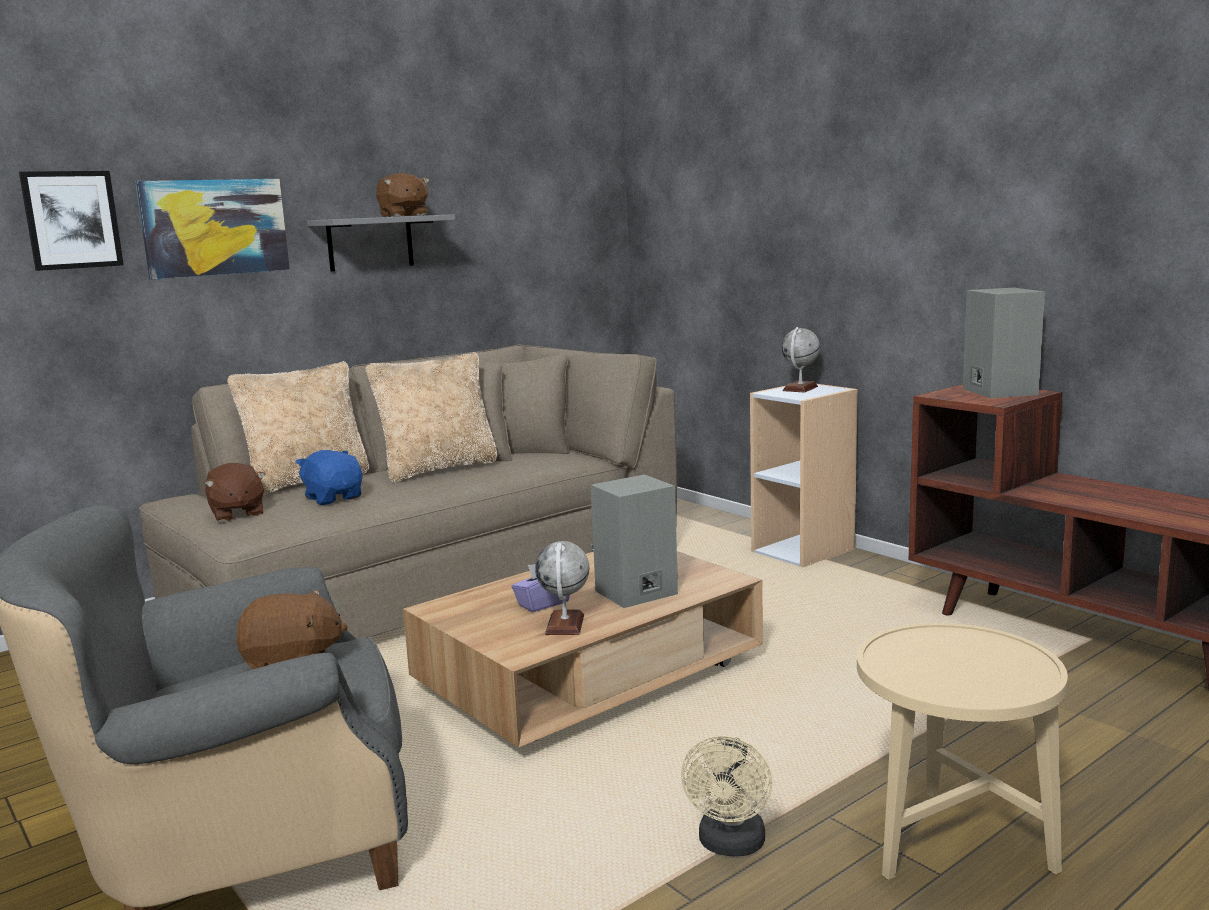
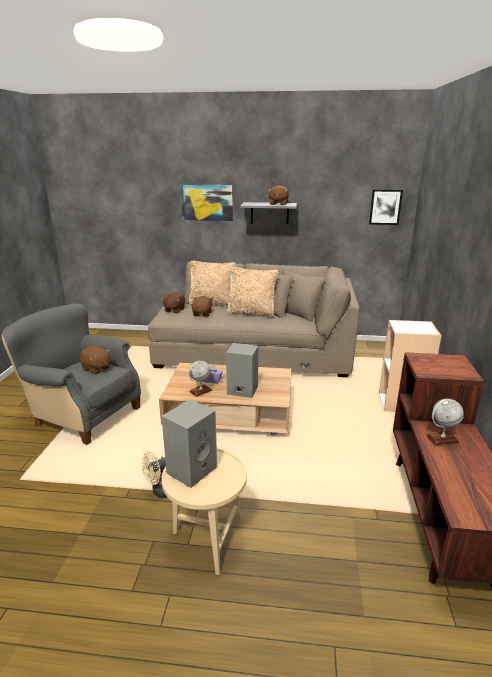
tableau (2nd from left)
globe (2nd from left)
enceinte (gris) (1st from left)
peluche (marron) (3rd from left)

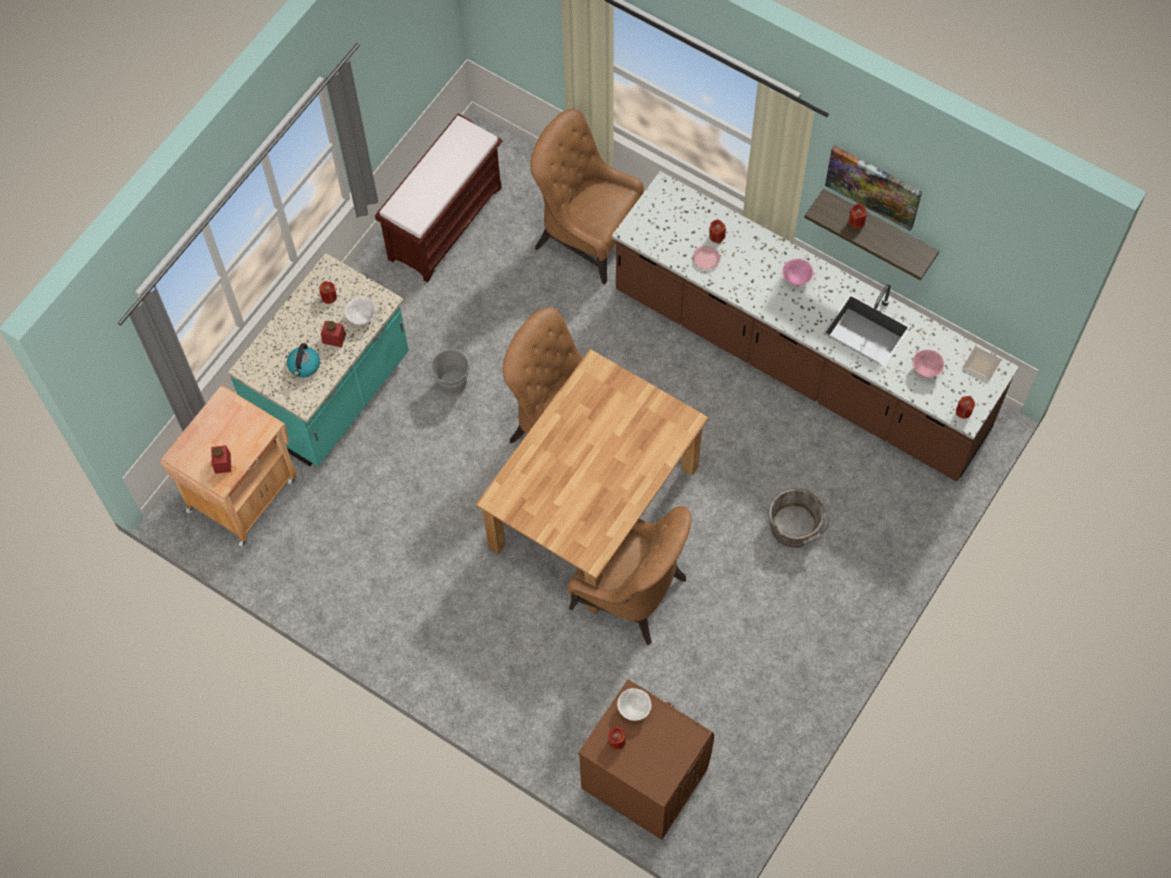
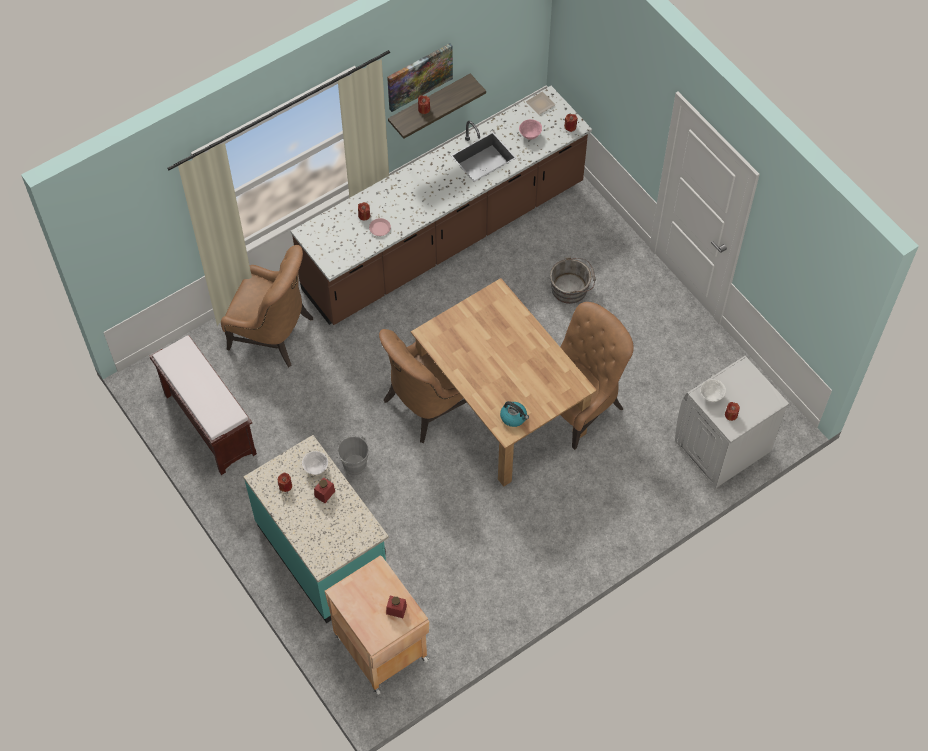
bol (rose) (1st from left in the first image)
bouilloire
lave-linge (blanc)
chaise (marron) (1st from left)

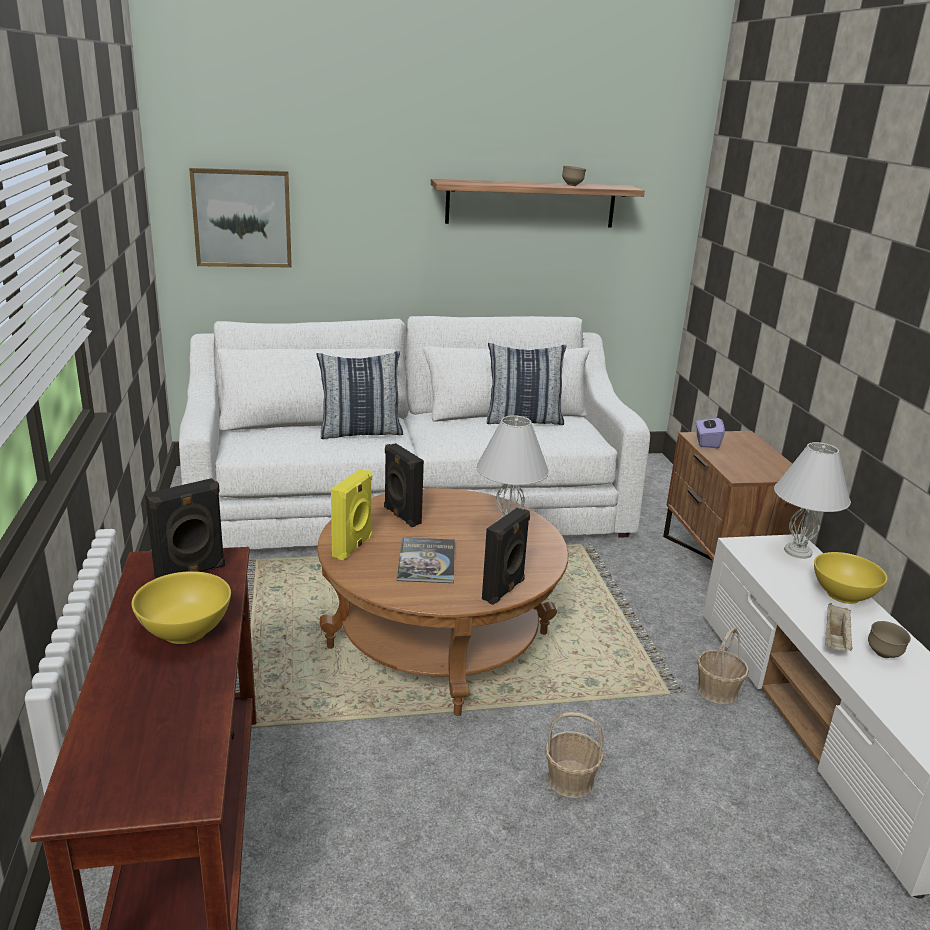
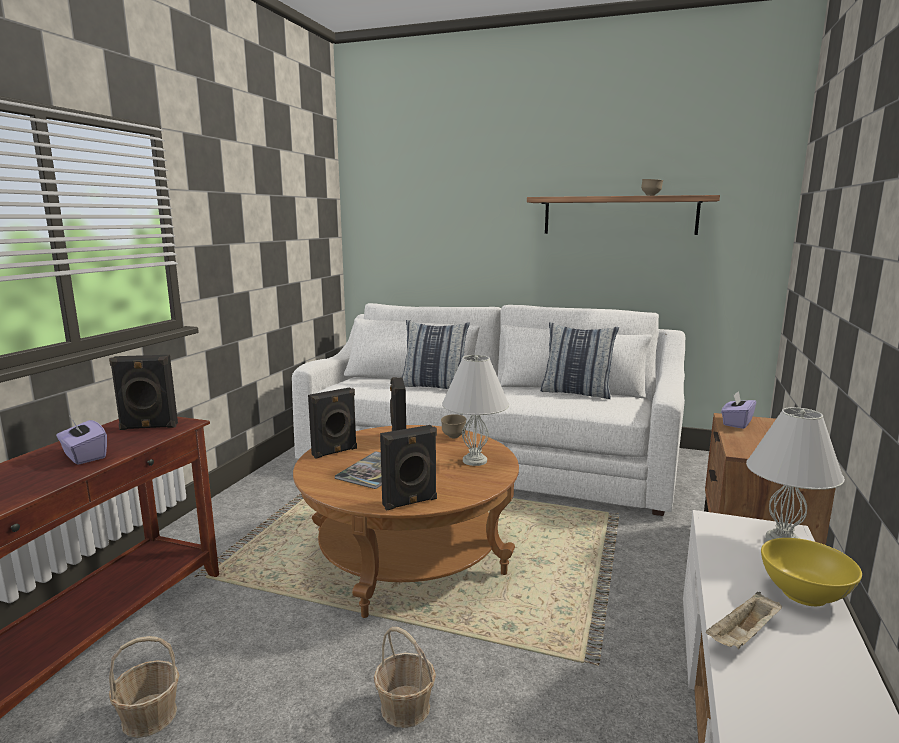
tableau
panier (1st from left)
bol (marron) (1st from left)
boîte à mouchoirs (violet) (1st from left)
enceinte (noir) (2nd from left)

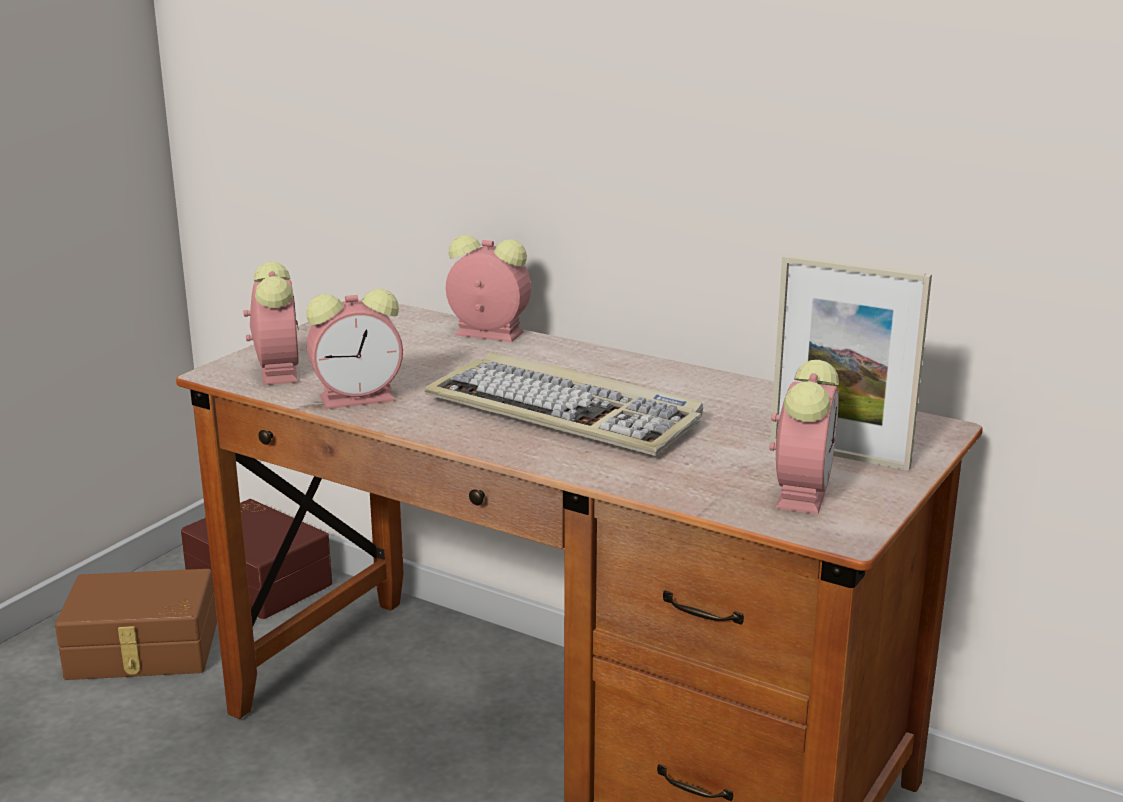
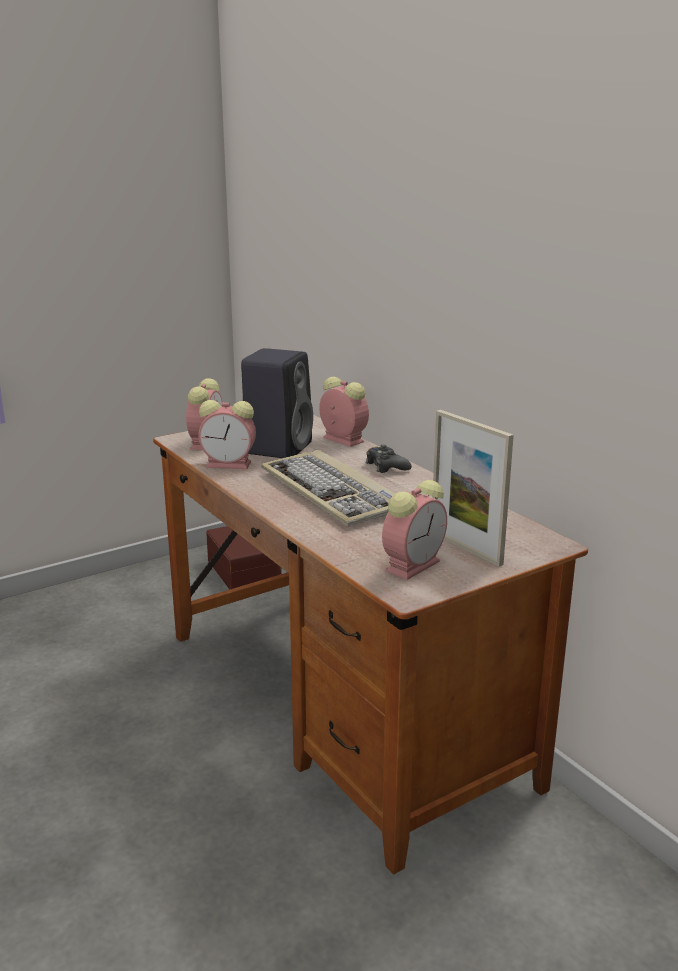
boîte de rangement (marron) (1st from left in the first image)
enceinte (noir)
manette (noir)

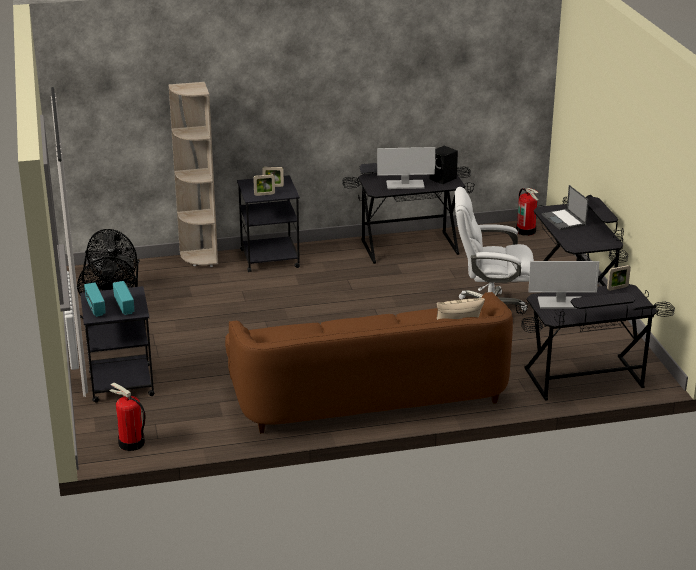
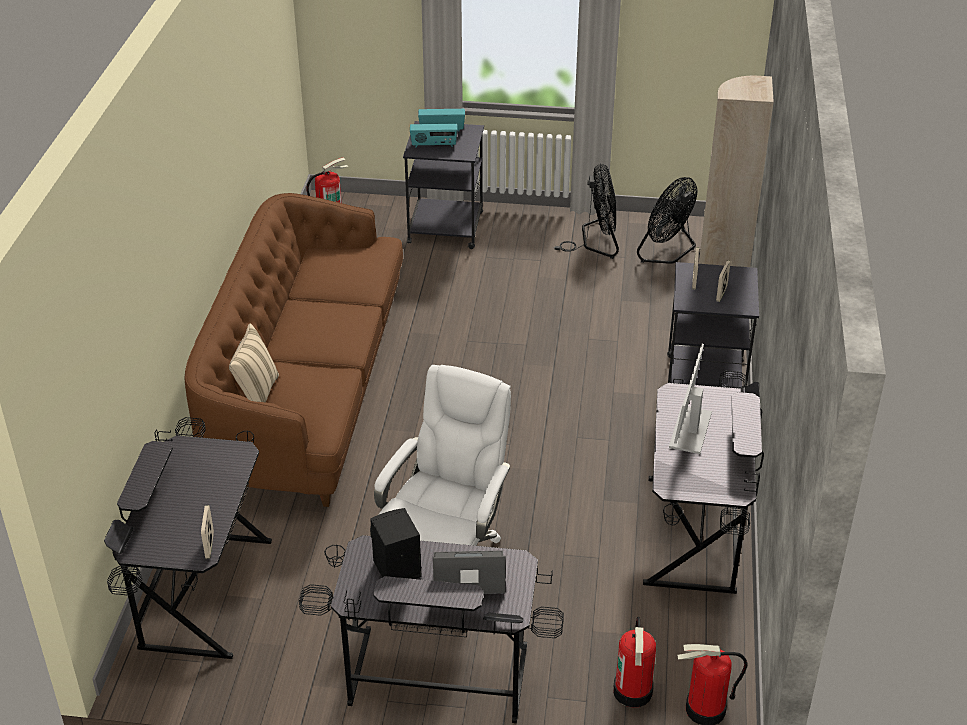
écran d'ordinateur (2nd from left in the first image)
extincteur (2nd from left)
enceinte (noir)

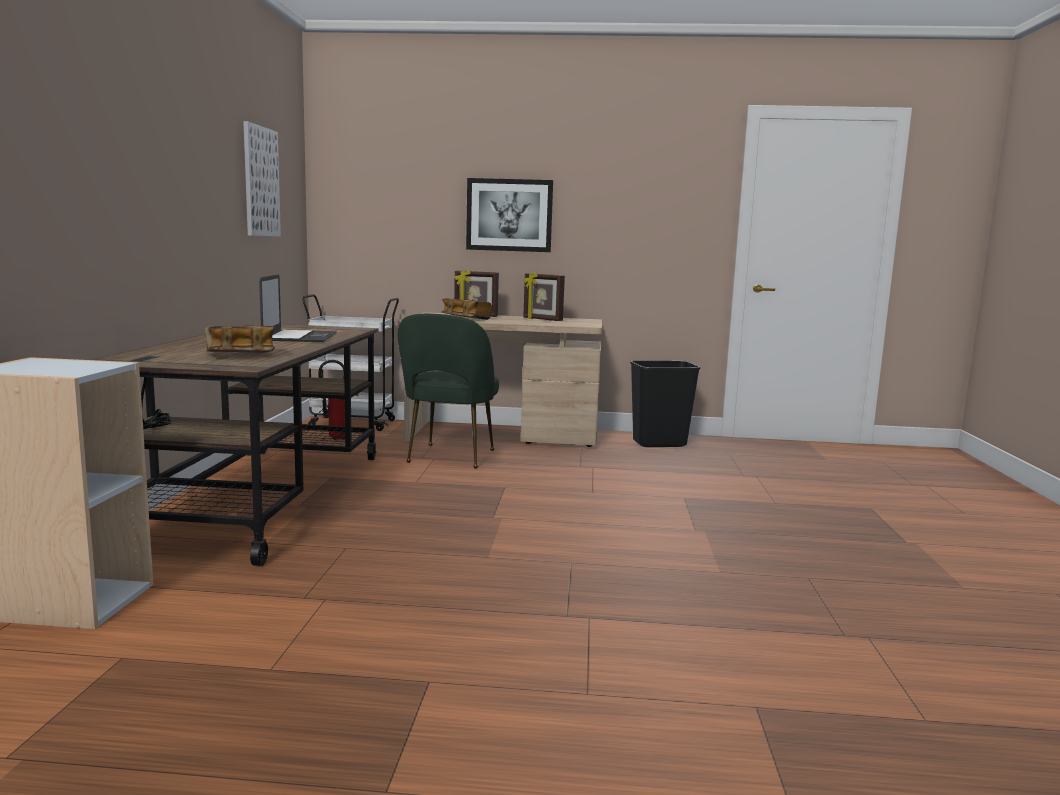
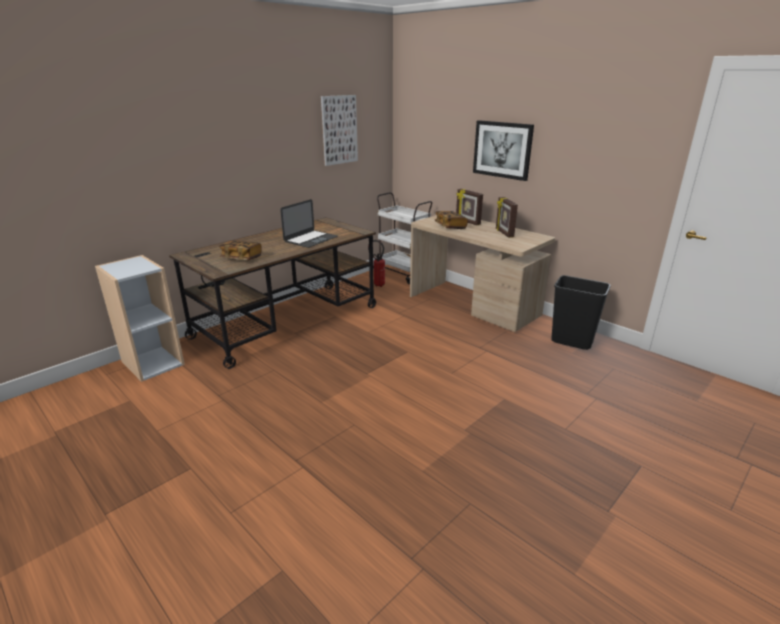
chaise (vert)

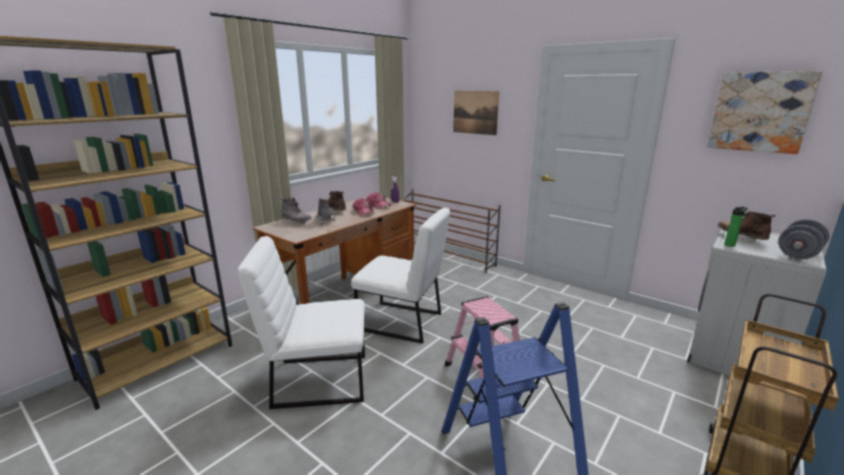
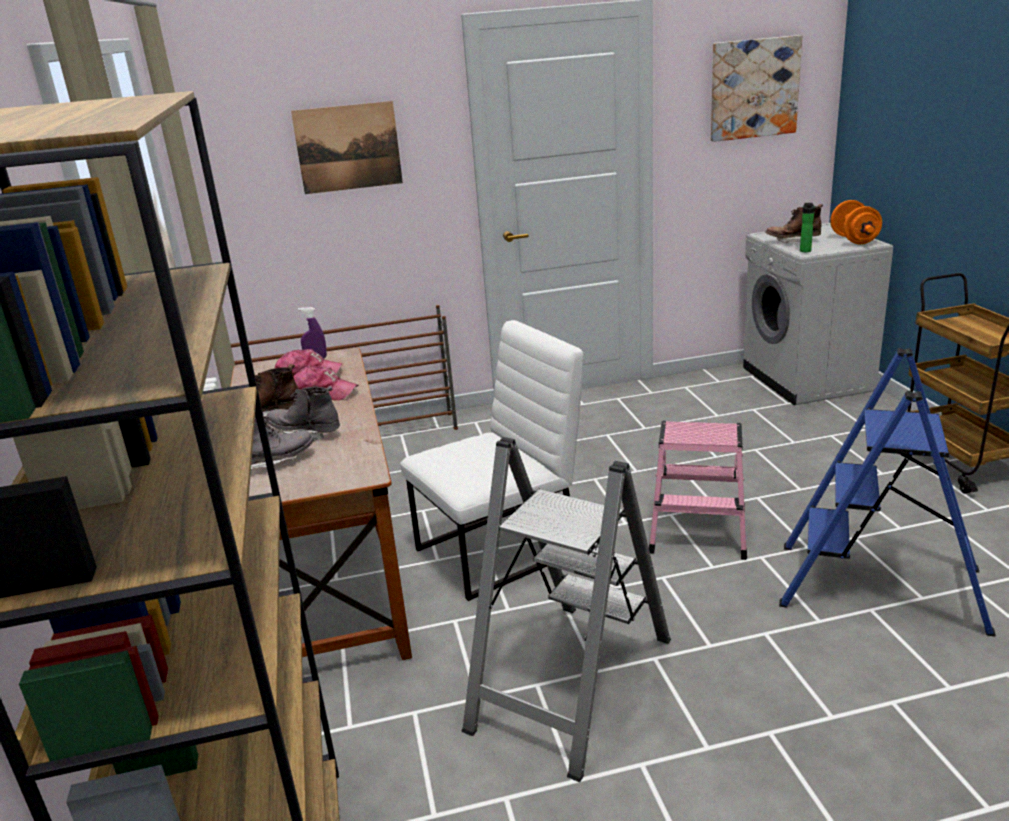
escabeau (gris)
haltère (orange)

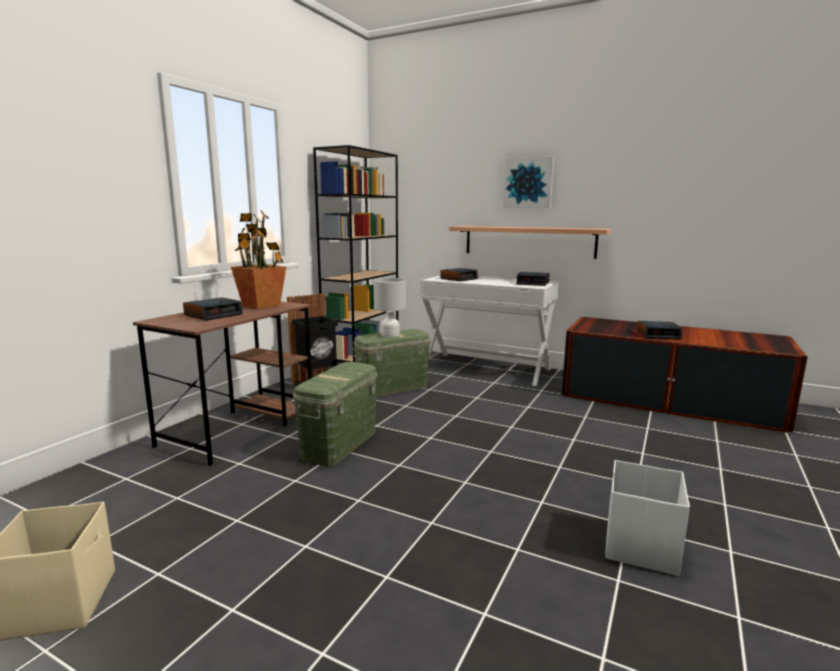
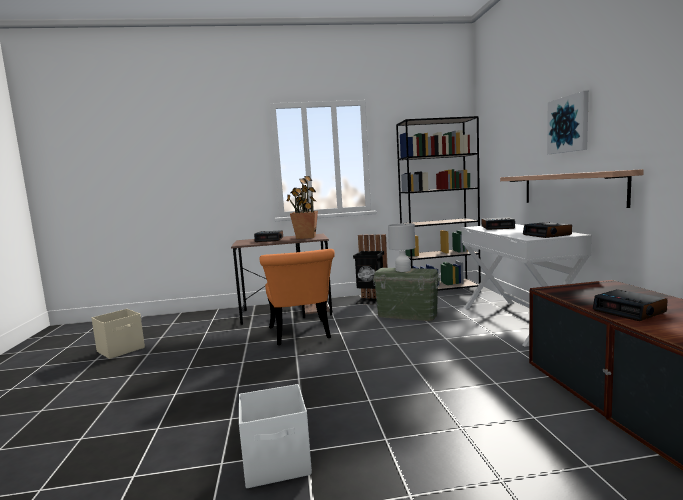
chaise (orange)

